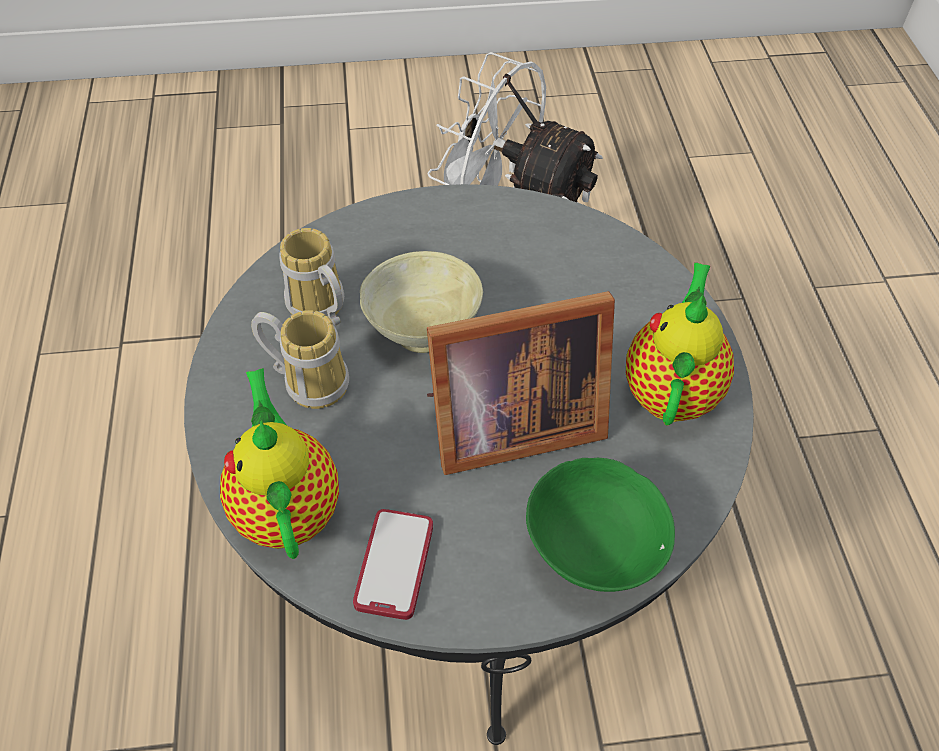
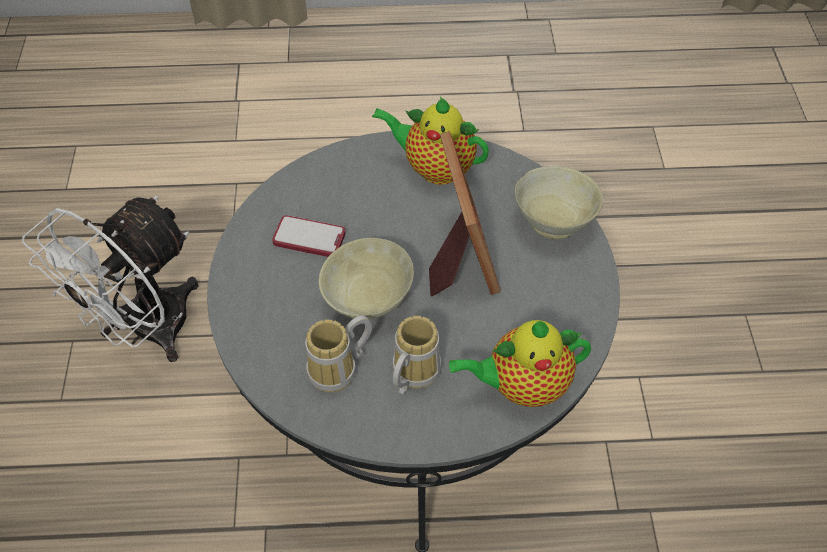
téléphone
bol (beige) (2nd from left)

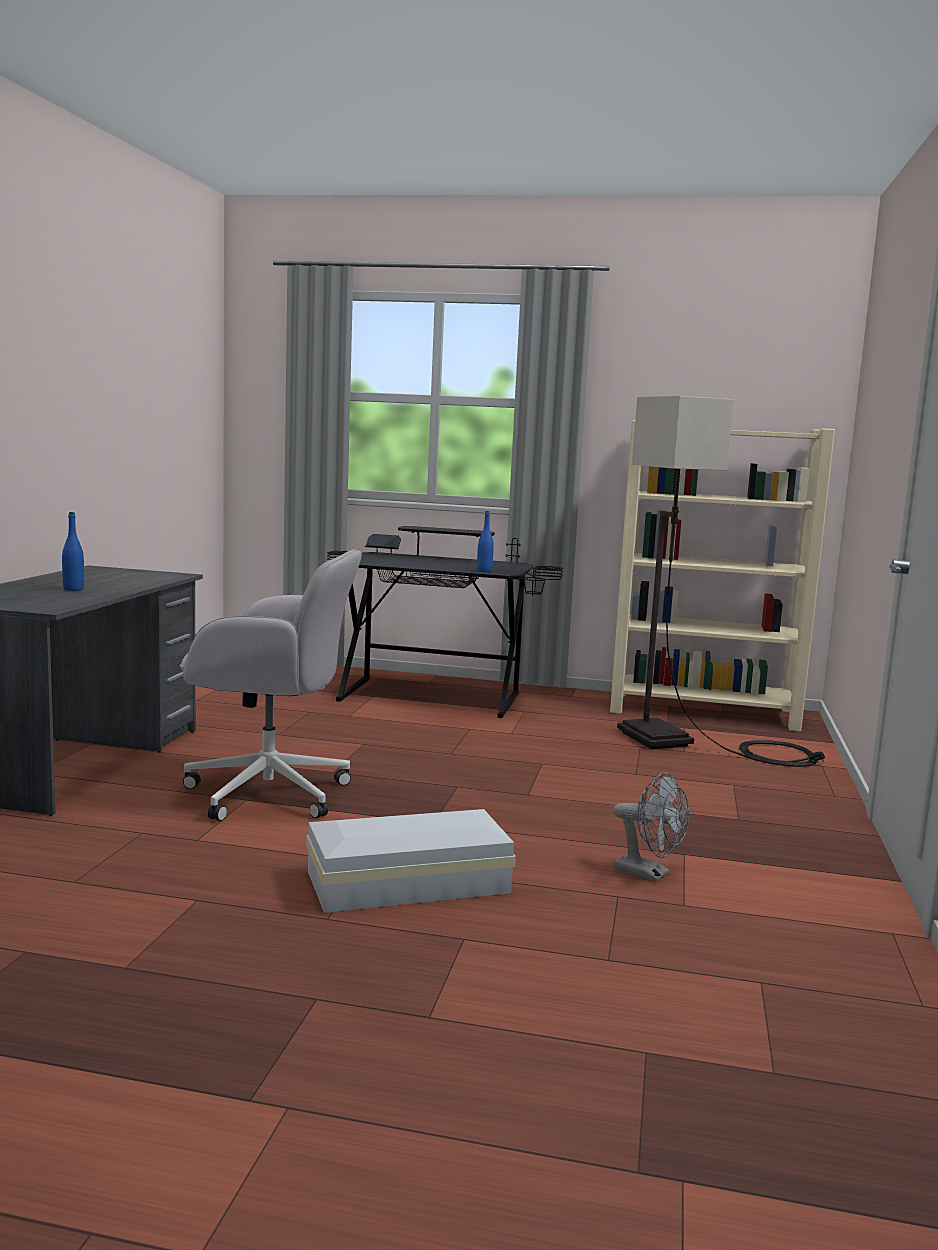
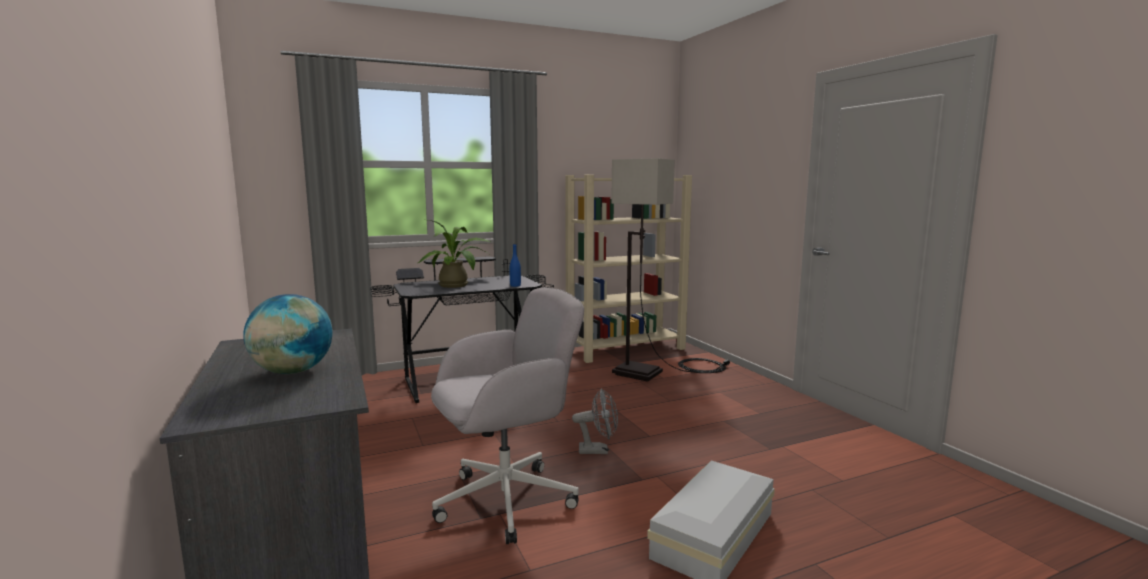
plante en pot
ventilateur (gris)
globe

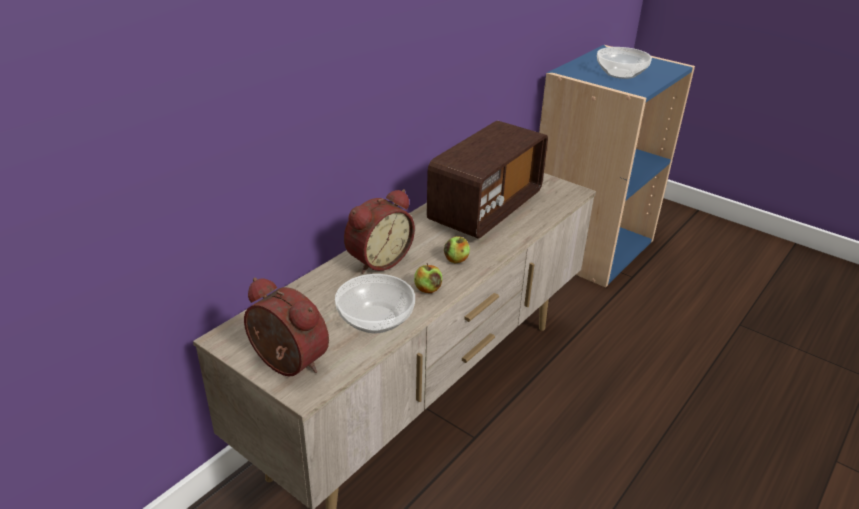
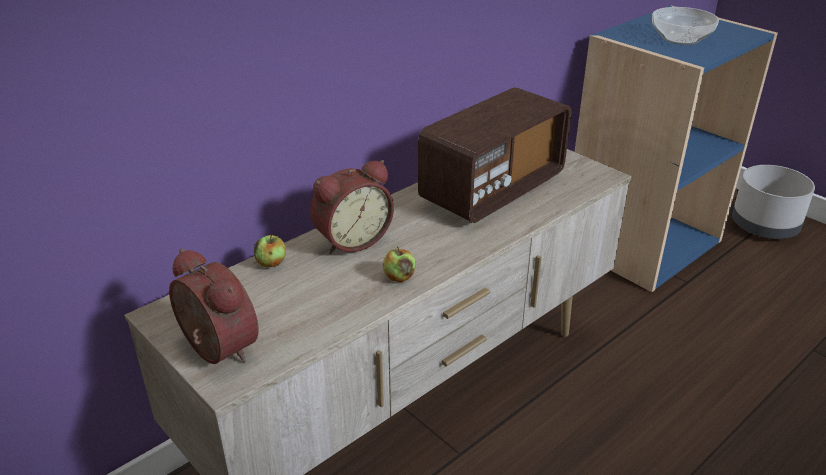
bol (1st from left in the first image)
cache-pot (gris)
pomme (1st from left)

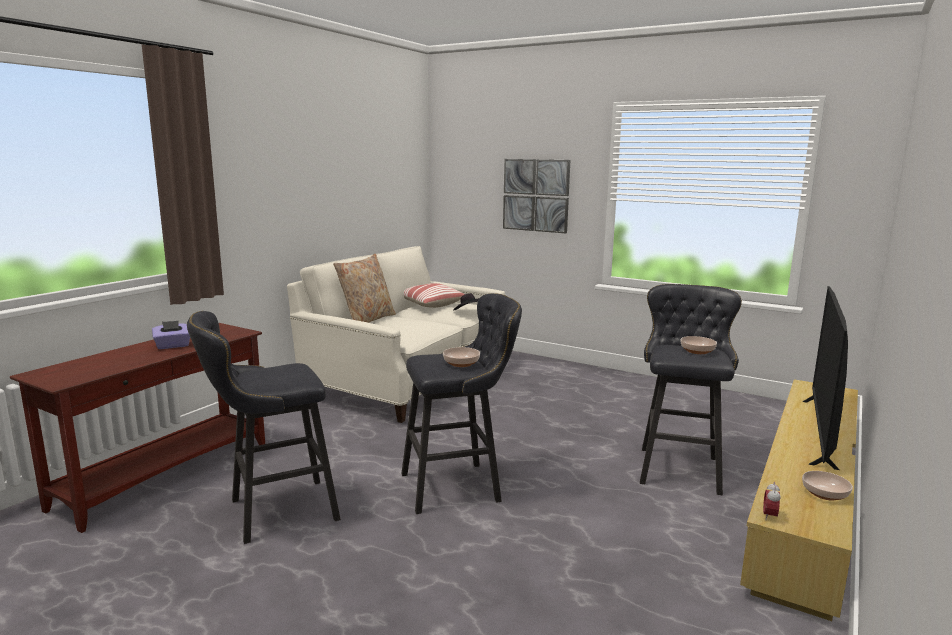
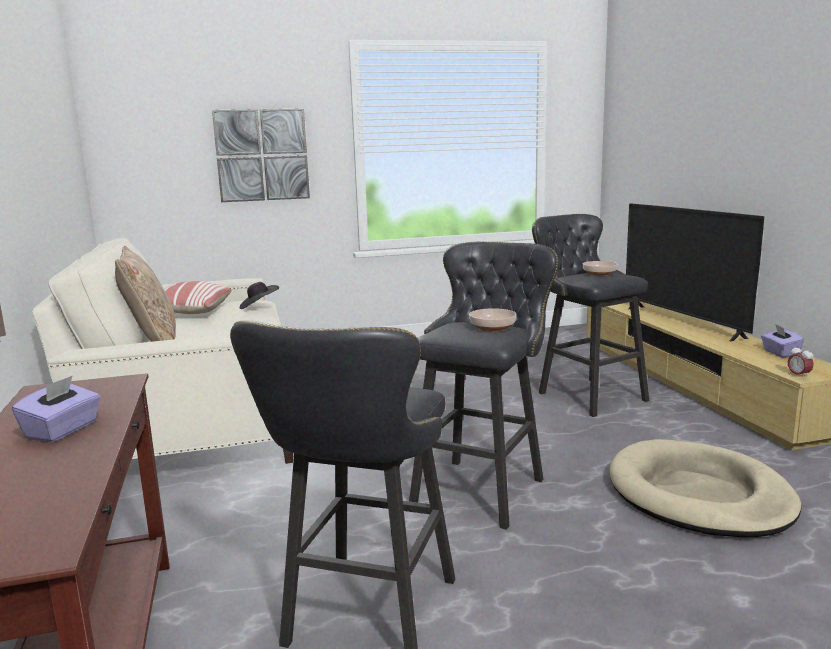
panier pour chien (beige)
boîte à mouchoirs (violet) (2nd from left)

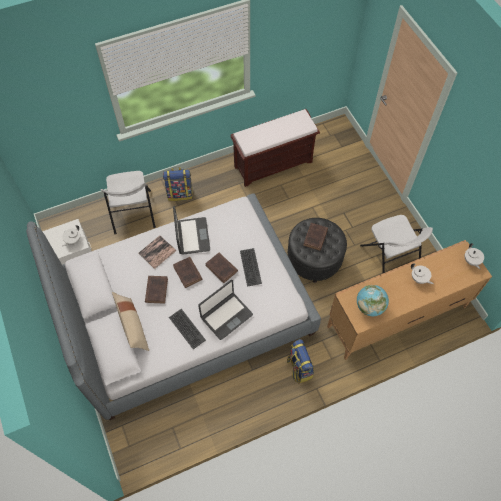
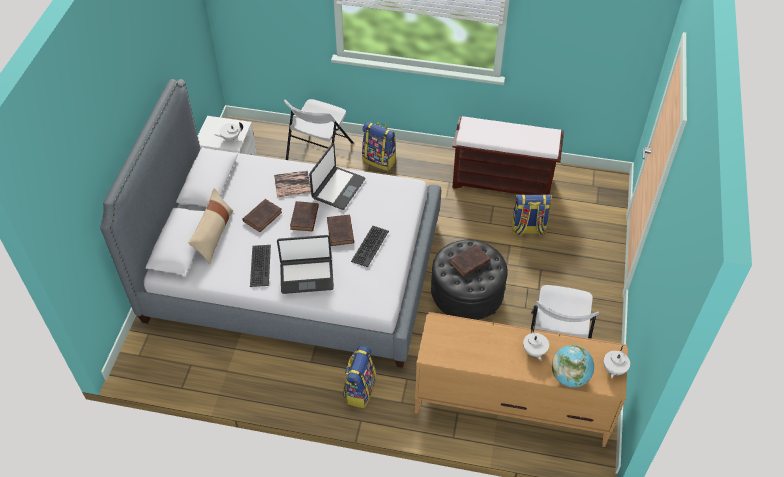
sac à dos (3rd from left)
globe

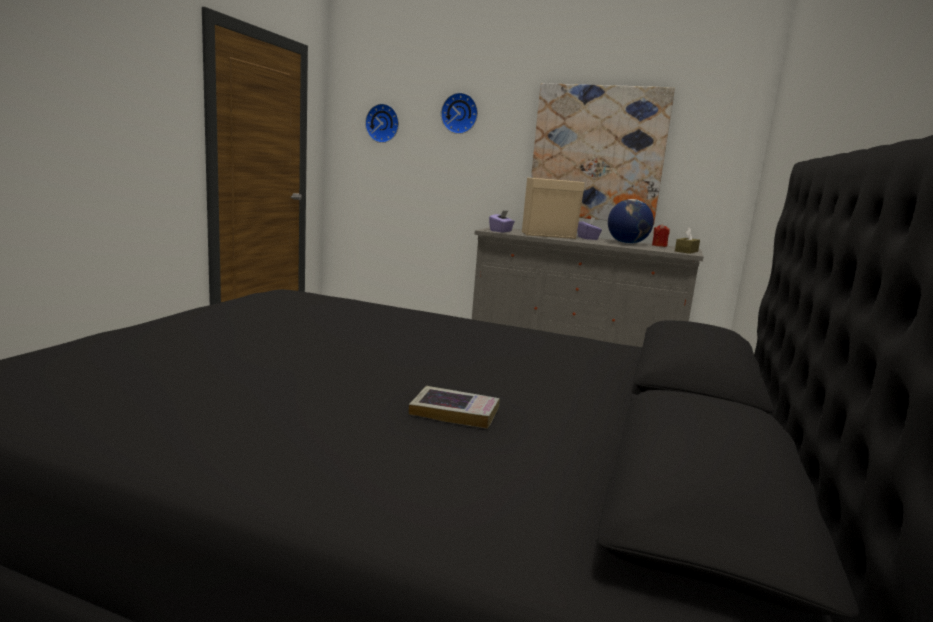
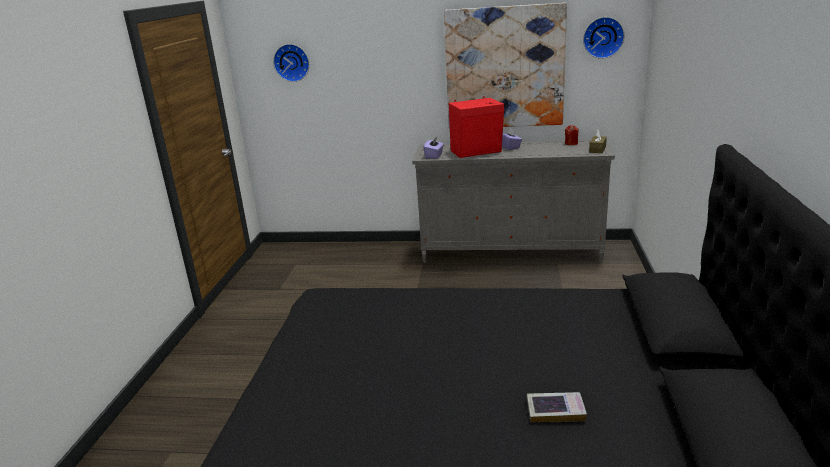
globe
horloge murale (2nd from left)
enceinte (rouge)

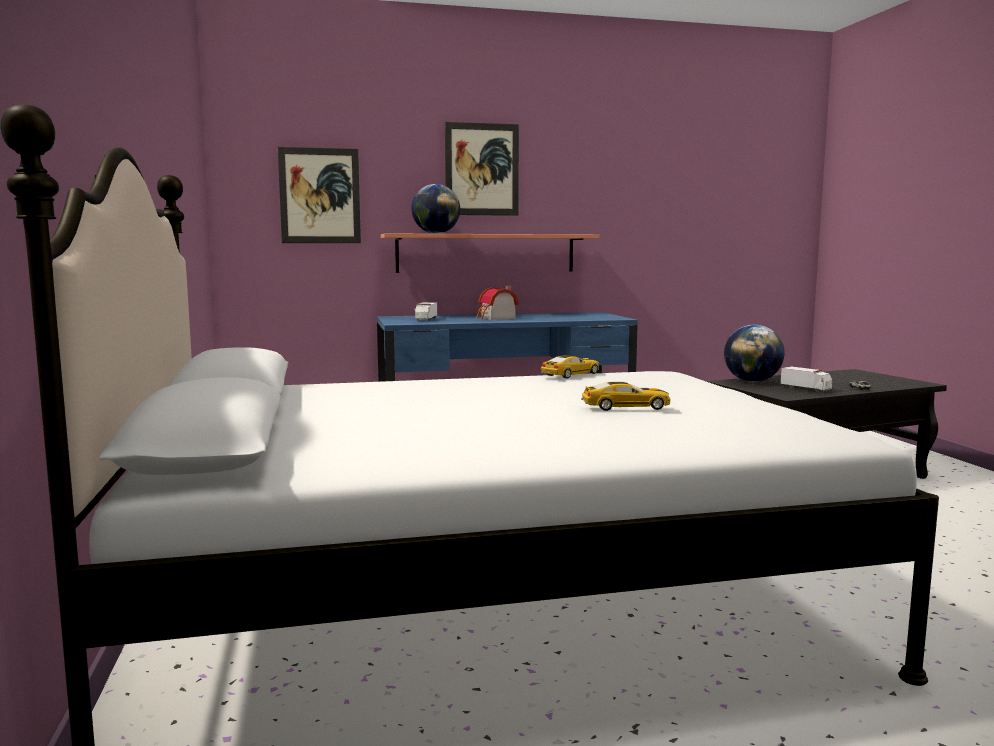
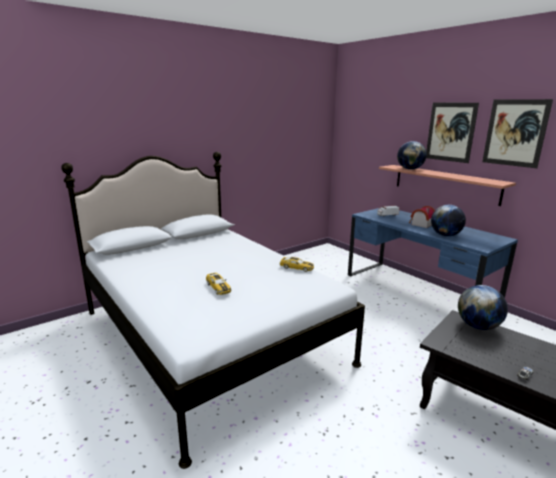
camion jouet (2nd from left in the first image)
globe (2nd from left)
tableau (2nd from left)

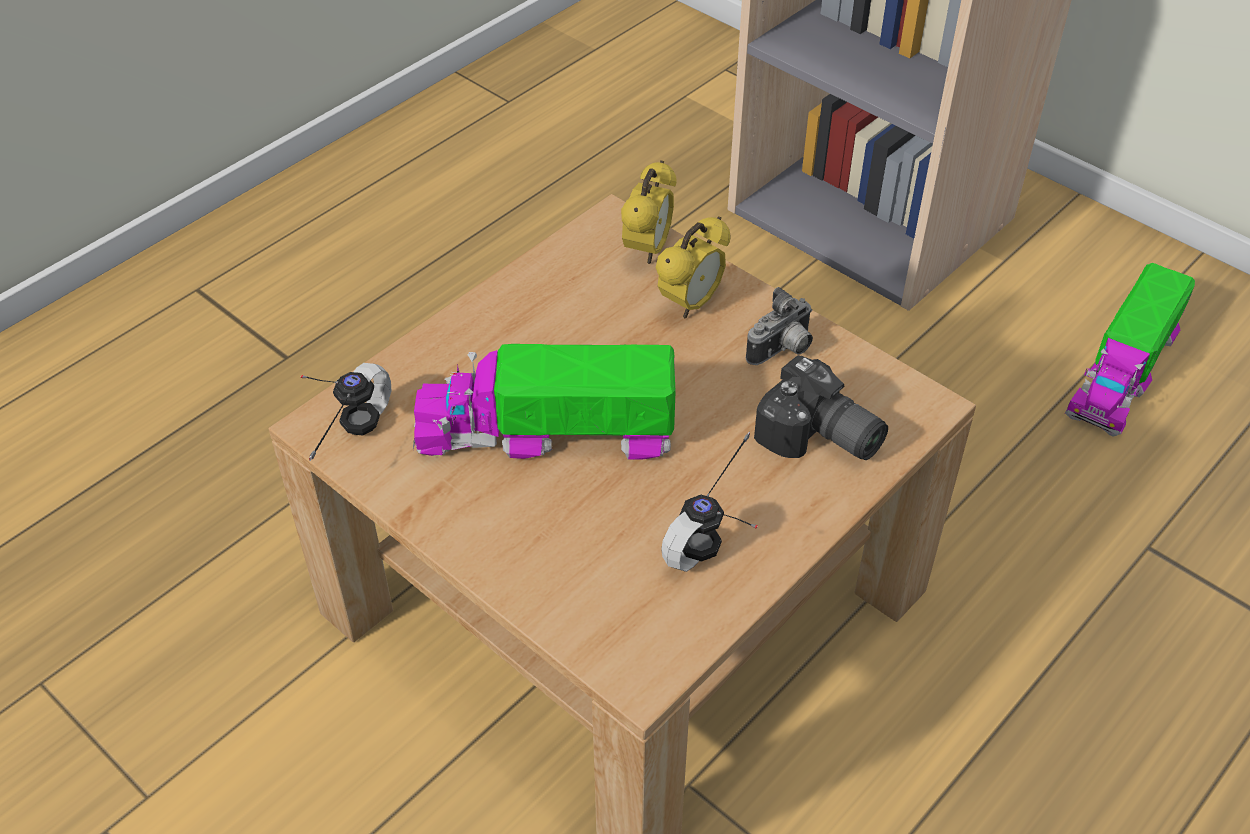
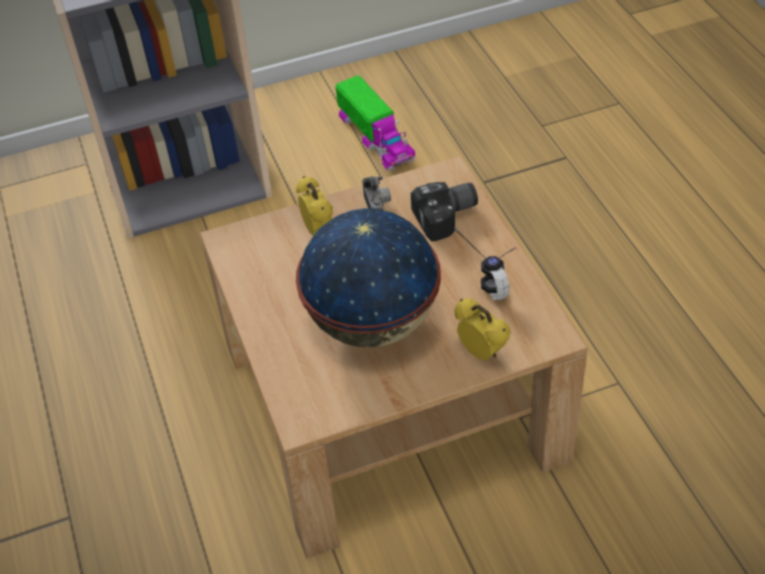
casque audio (1st from left in the first image)
réveil (2nd from left)
globe

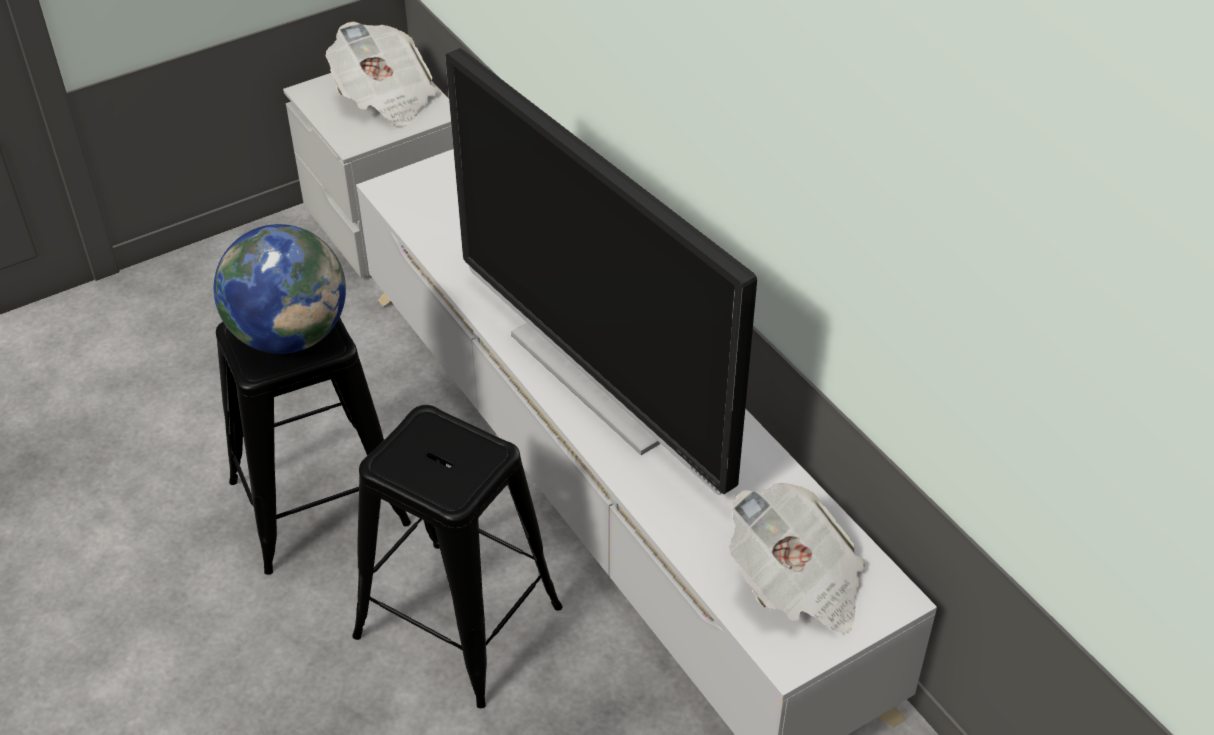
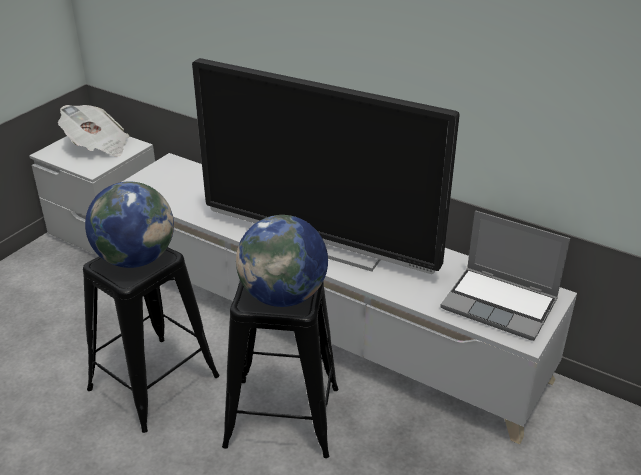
globe (2nd from left)
ordinateur portable

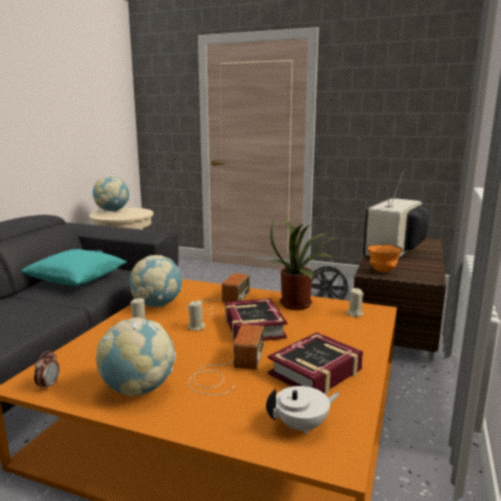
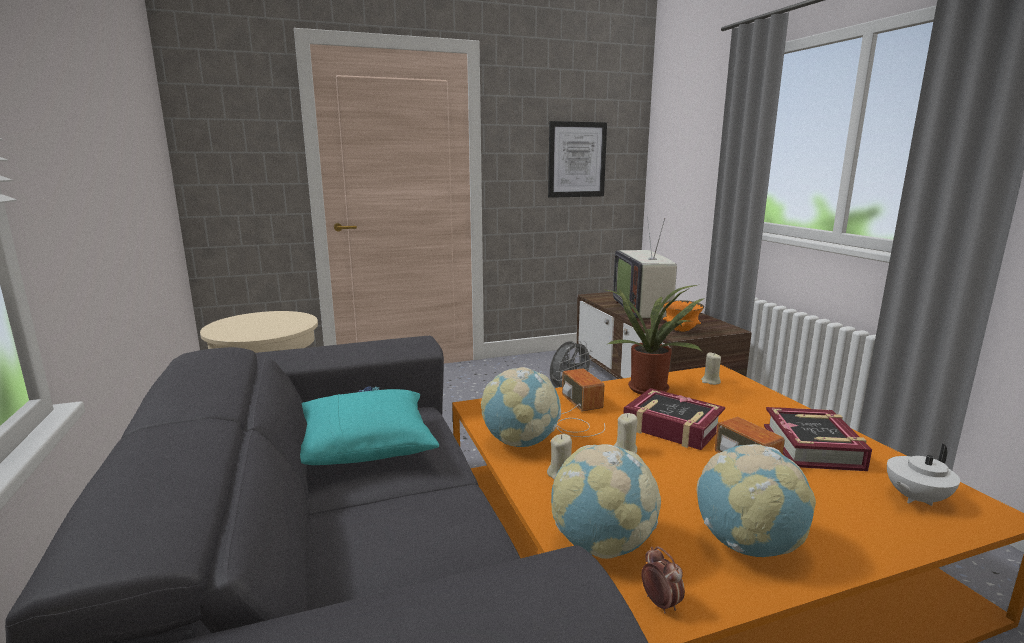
tableau
globe (2nd from left)
théière (blanc)

